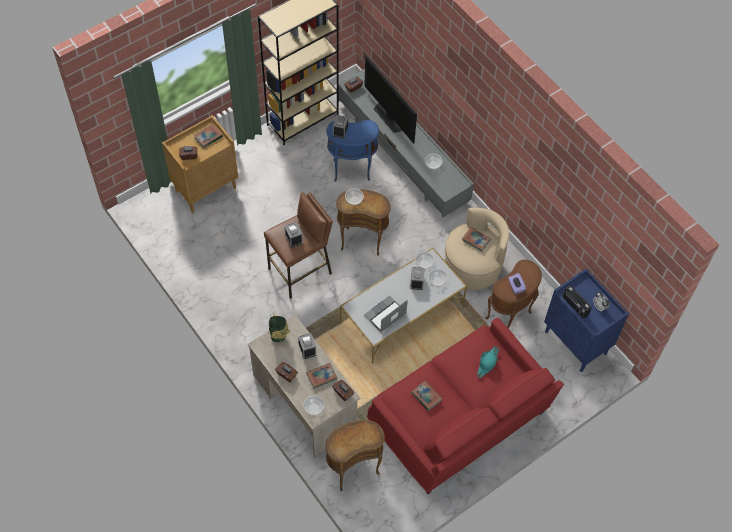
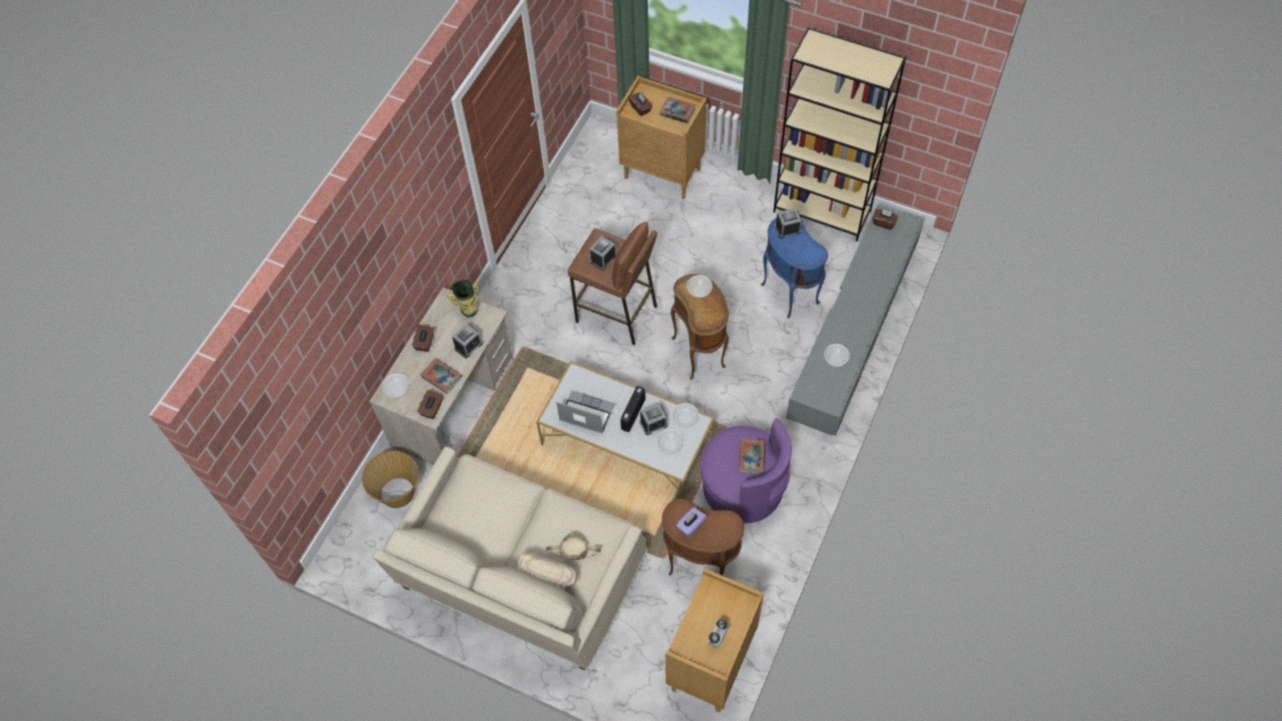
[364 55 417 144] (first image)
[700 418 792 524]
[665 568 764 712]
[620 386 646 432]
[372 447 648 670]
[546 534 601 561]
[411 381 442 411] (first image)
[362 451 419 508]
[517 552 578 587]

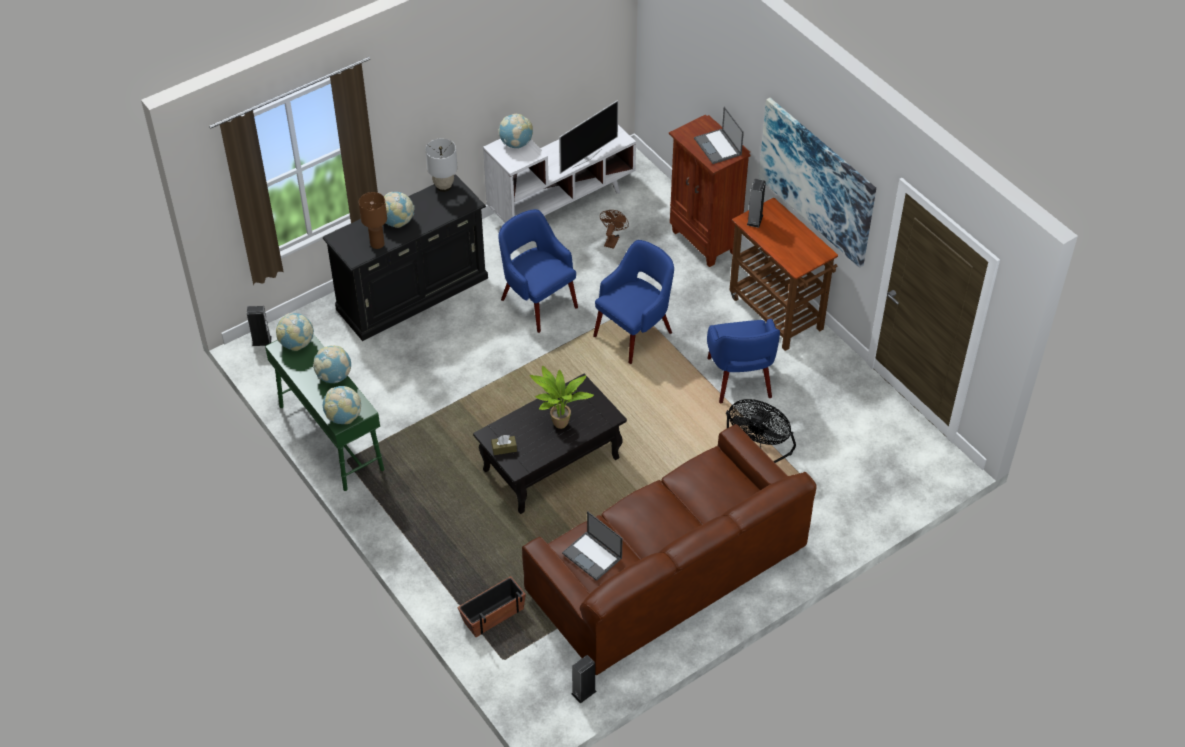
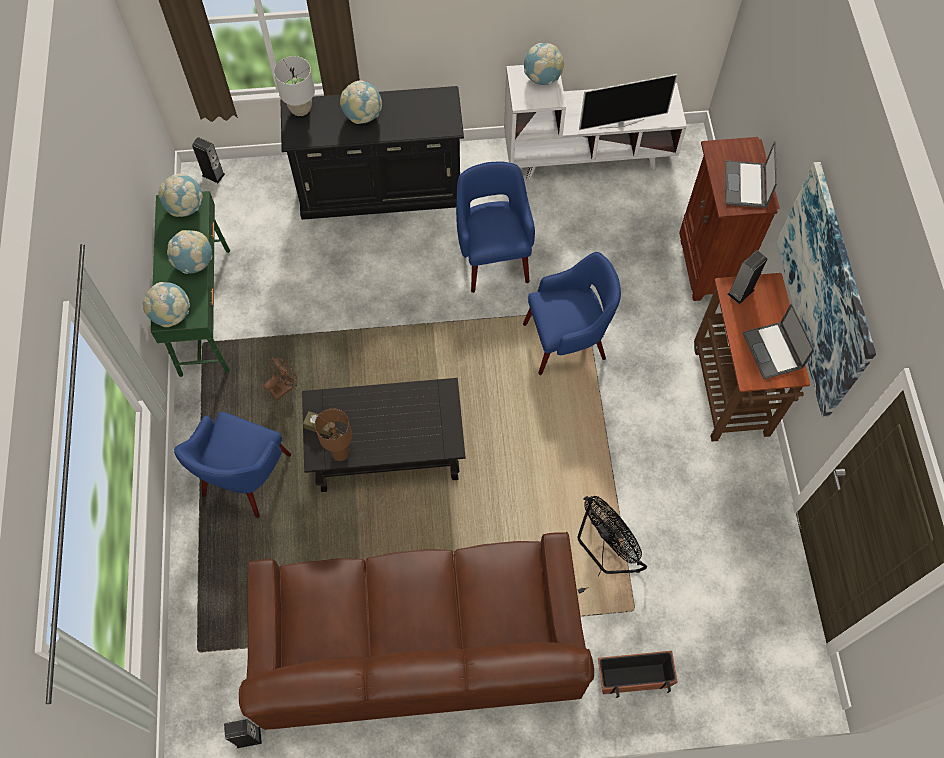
[274 56 315 118]
[315 408 352 461]
[264 358 297 400]
[174 412 291 518]
[530 365 594 429] (first image)
[743 303 815 379]
[598 651 678 698]

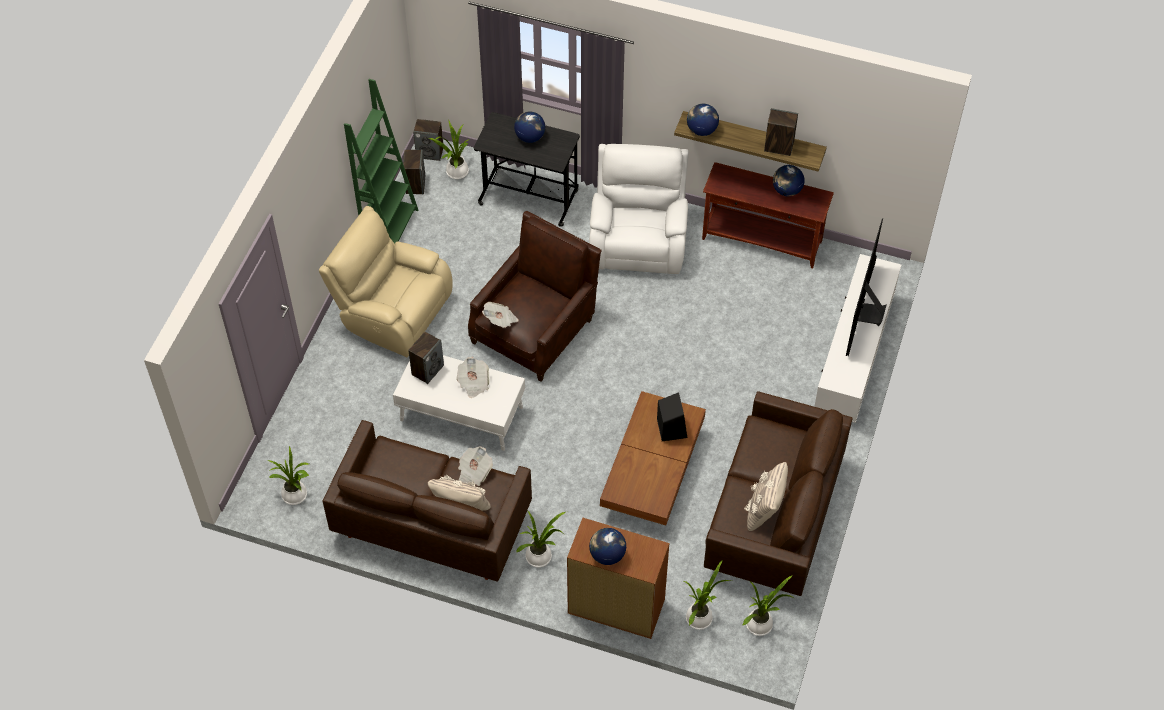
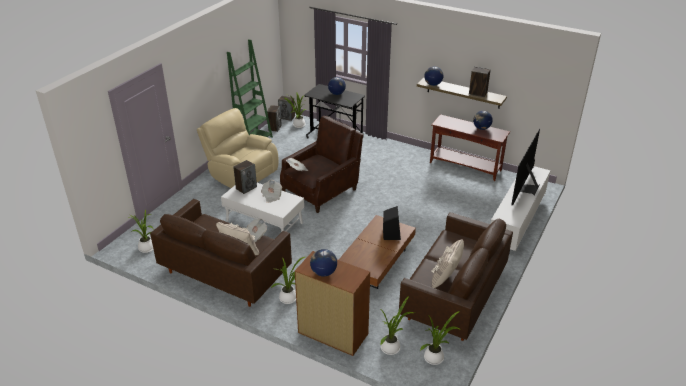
[589 144 689 274] (first image)

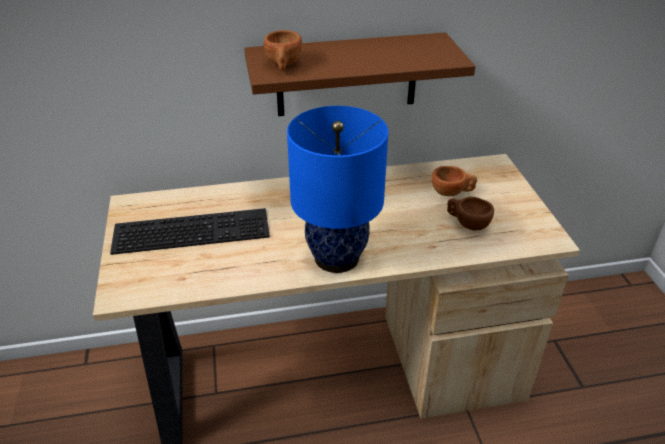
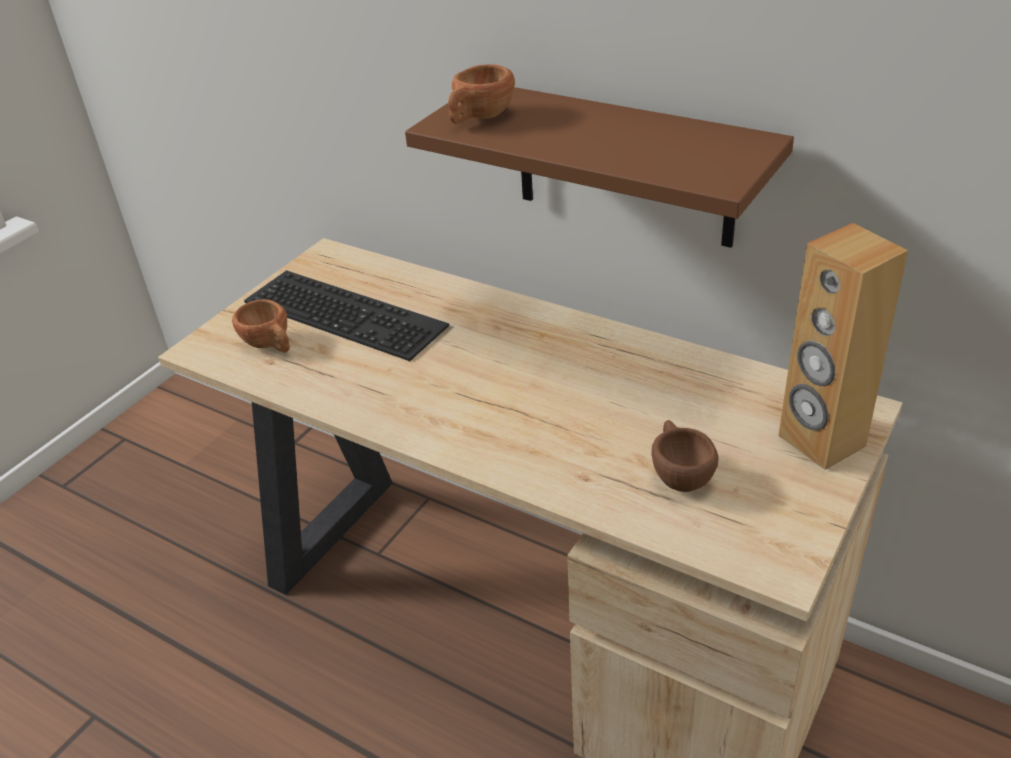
[287 106 388 273] (first image)
[232 299 290 353]
[778 223 908 470]

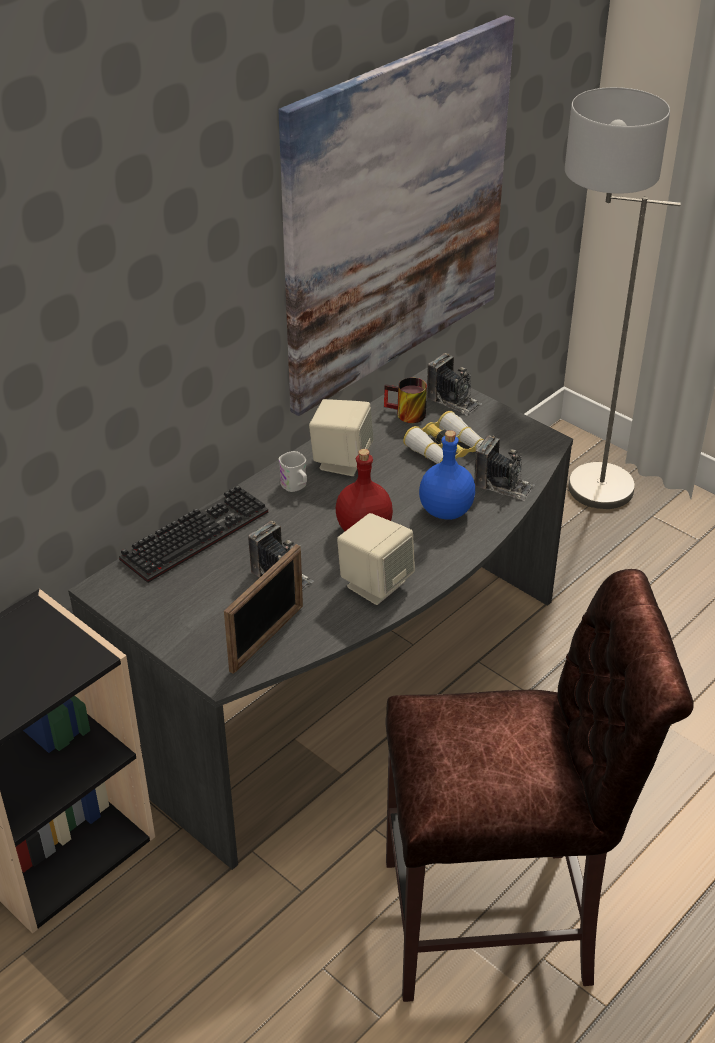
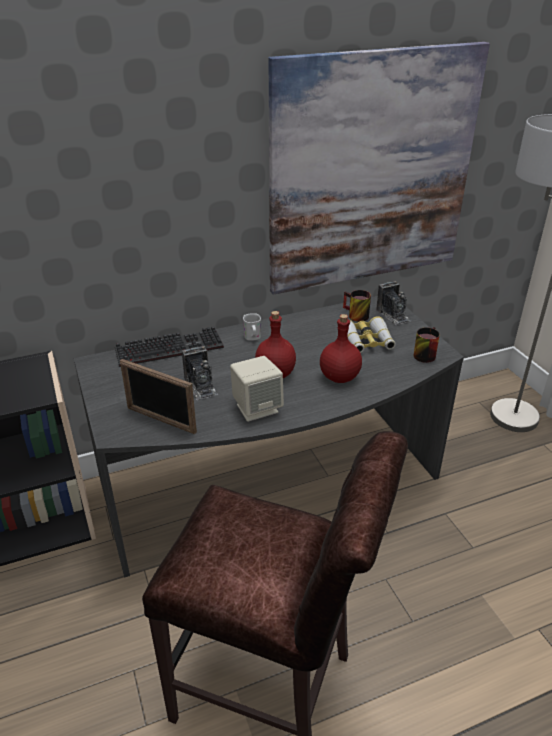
[309 399 374 476] (first image)
[320 314 362 383]
[474 435 535 501] (first image)
[120 359 197 434]
[414 327 440 363]

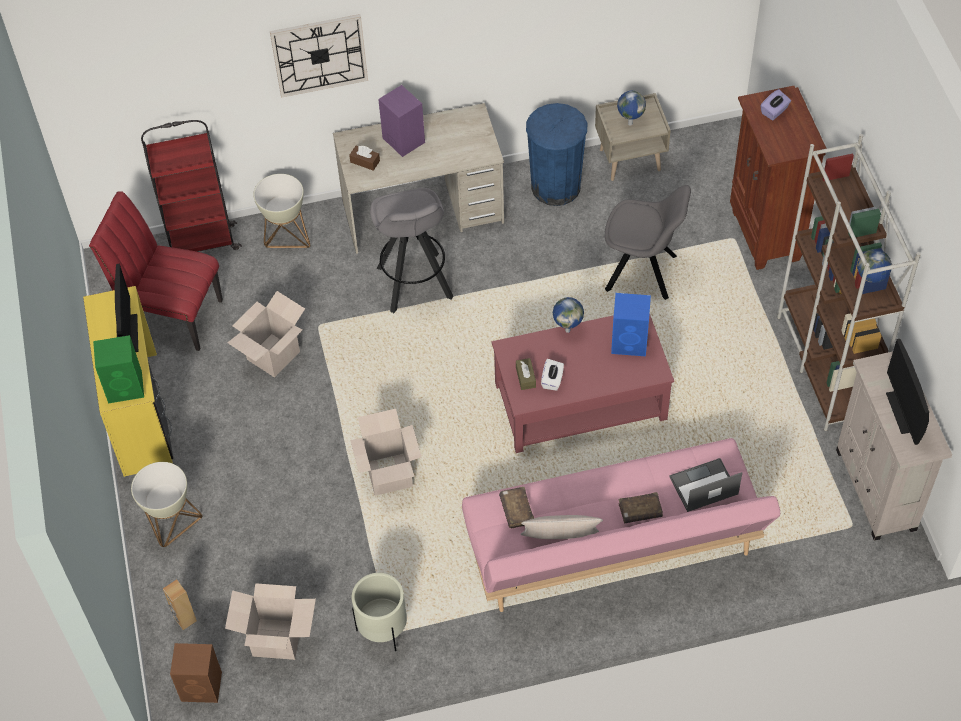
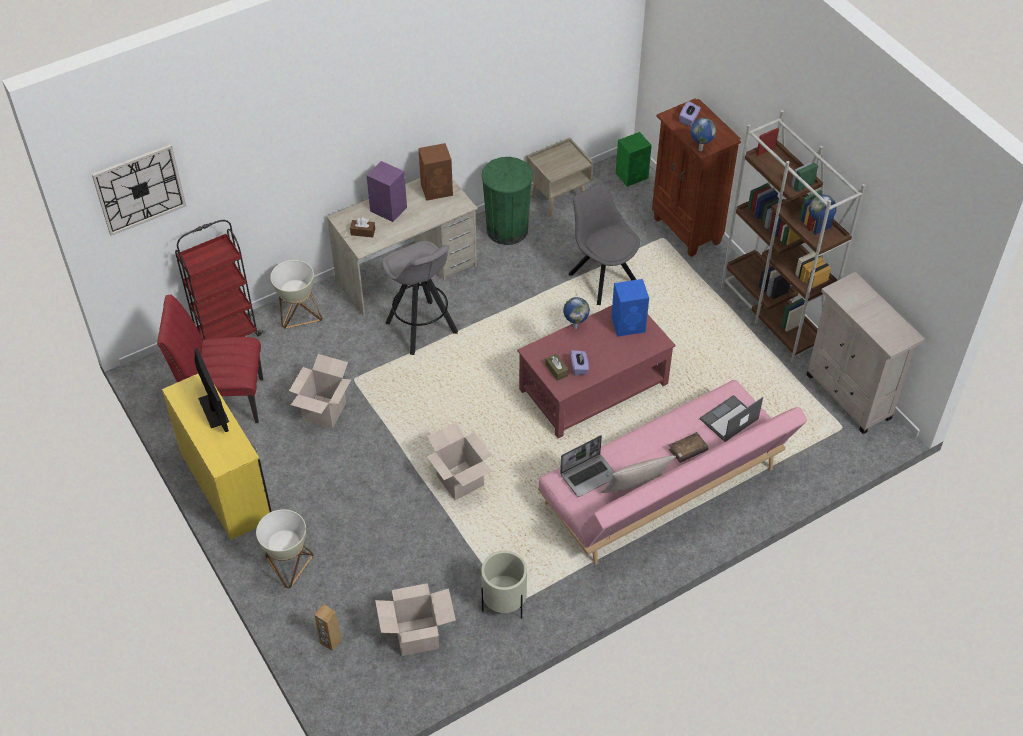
[92 144 186 236]
[690 118 716 151]
[481 157 533 245]
[569 183 640 305]
[616 132 652 187]
[886 339 929 445] (first image)
[570 350 589 375]
[560 435 615 497]
[418 143 453 201]

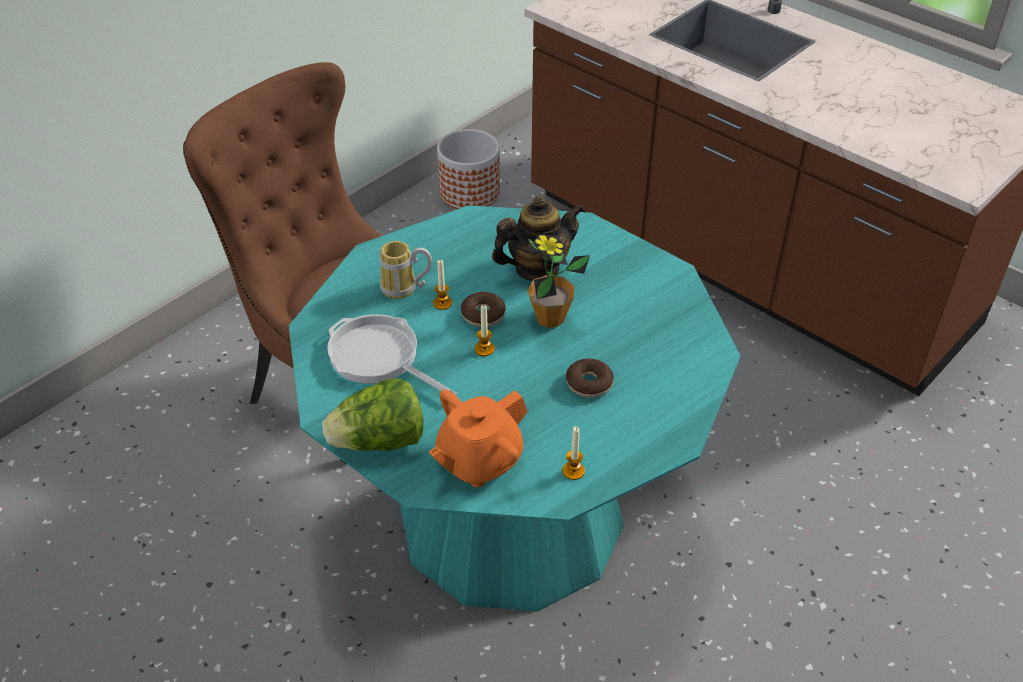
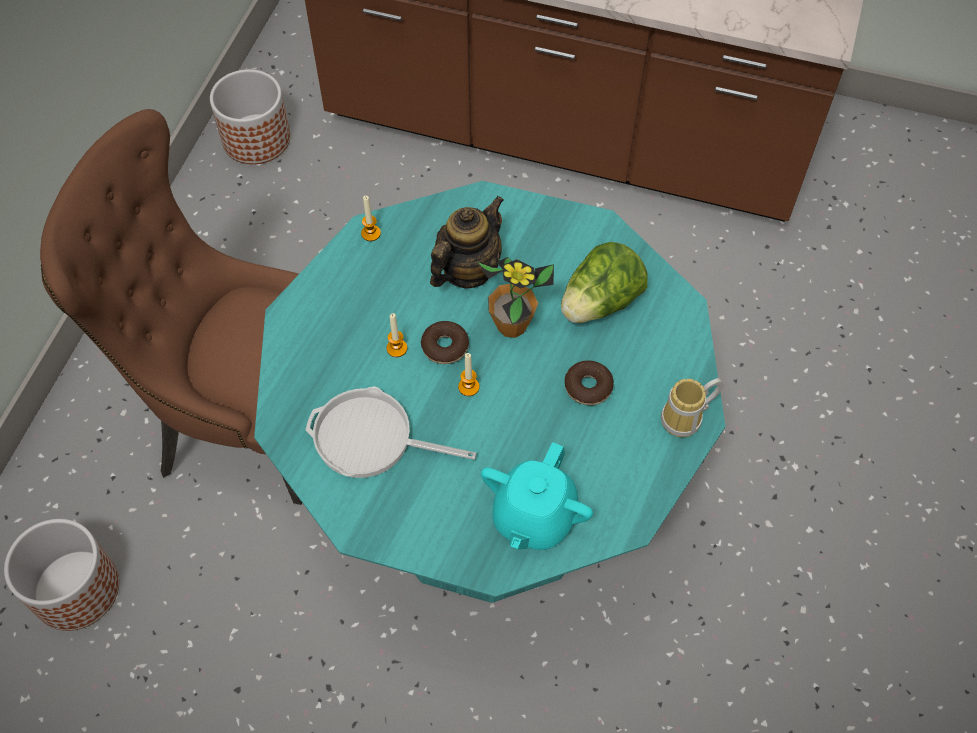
[661 378 724 437]
[561 242 648 323]
[481 442 593 550]
[361 195 381 241]
[4 519 119 631]

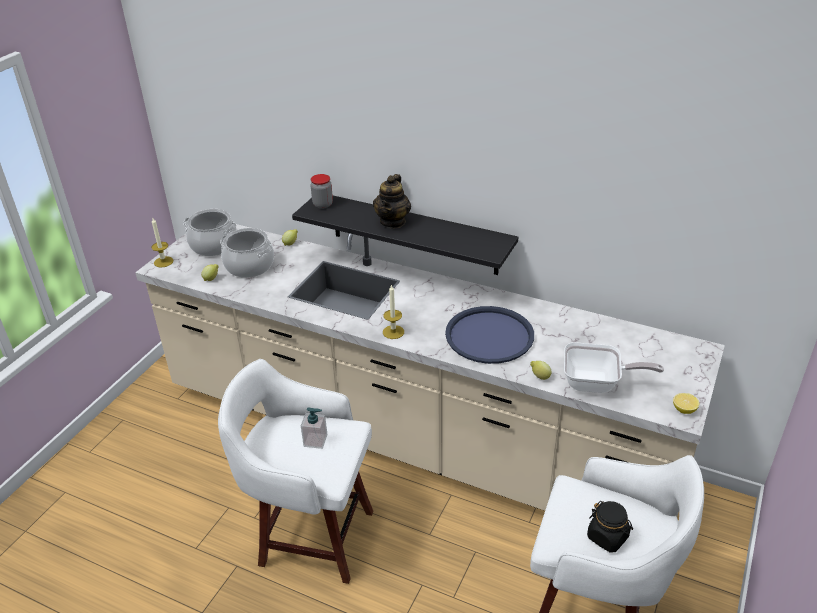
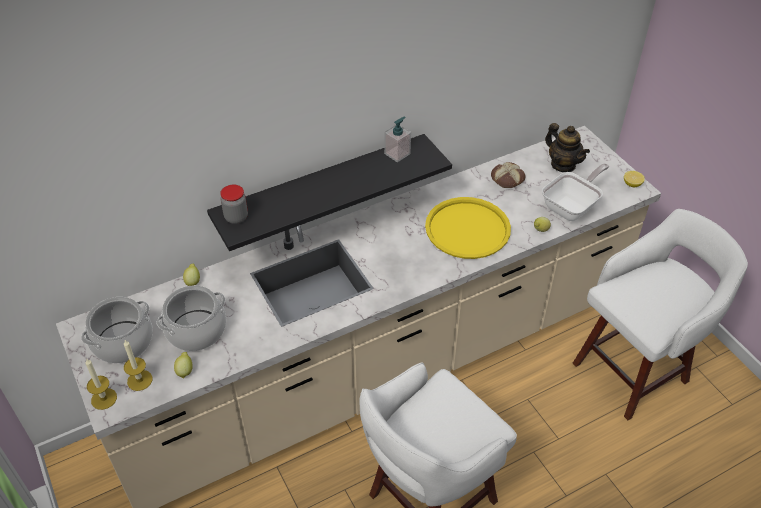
[545 123 590 172]
[124 340 152 391]
[425 197 511 259]
[384 116 411 162]
[587 501 633 553] (first image)
[491 162 526 188]

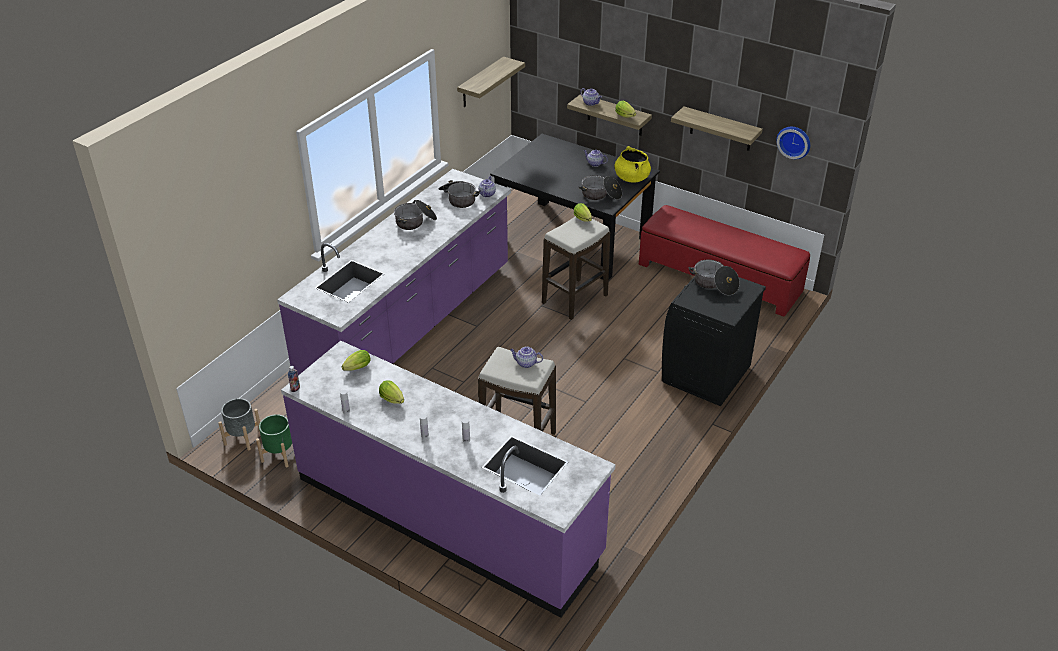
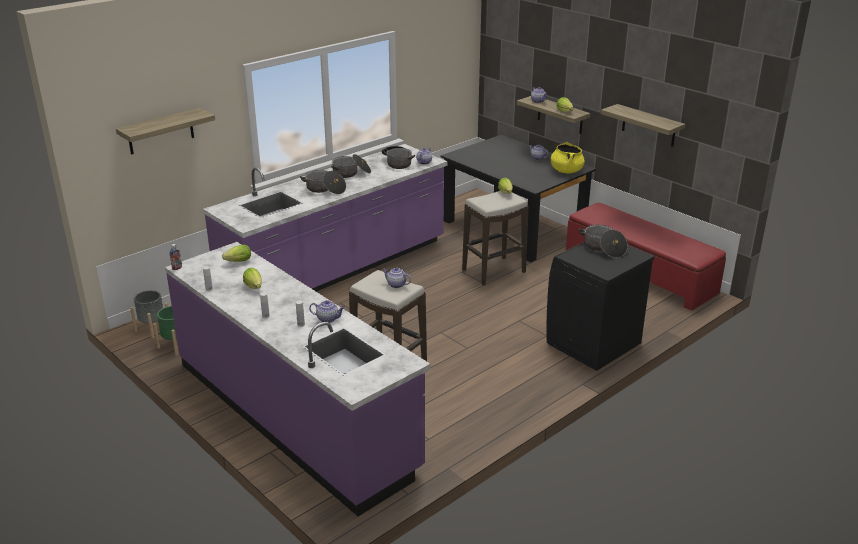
[116 108 215 155]
[776 127 810 159] (first image)
[300 170 346 194]
[309 300 345 323]

